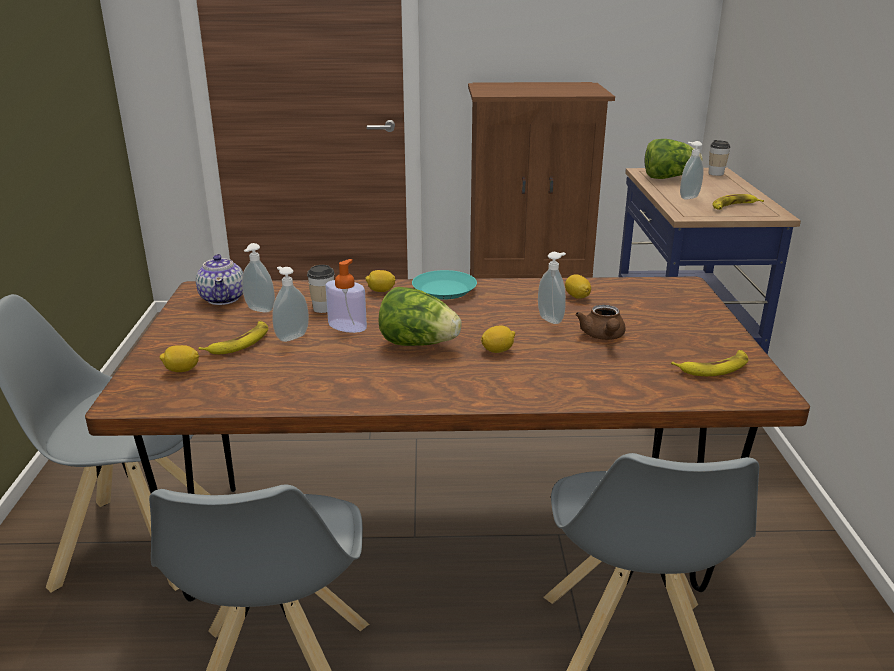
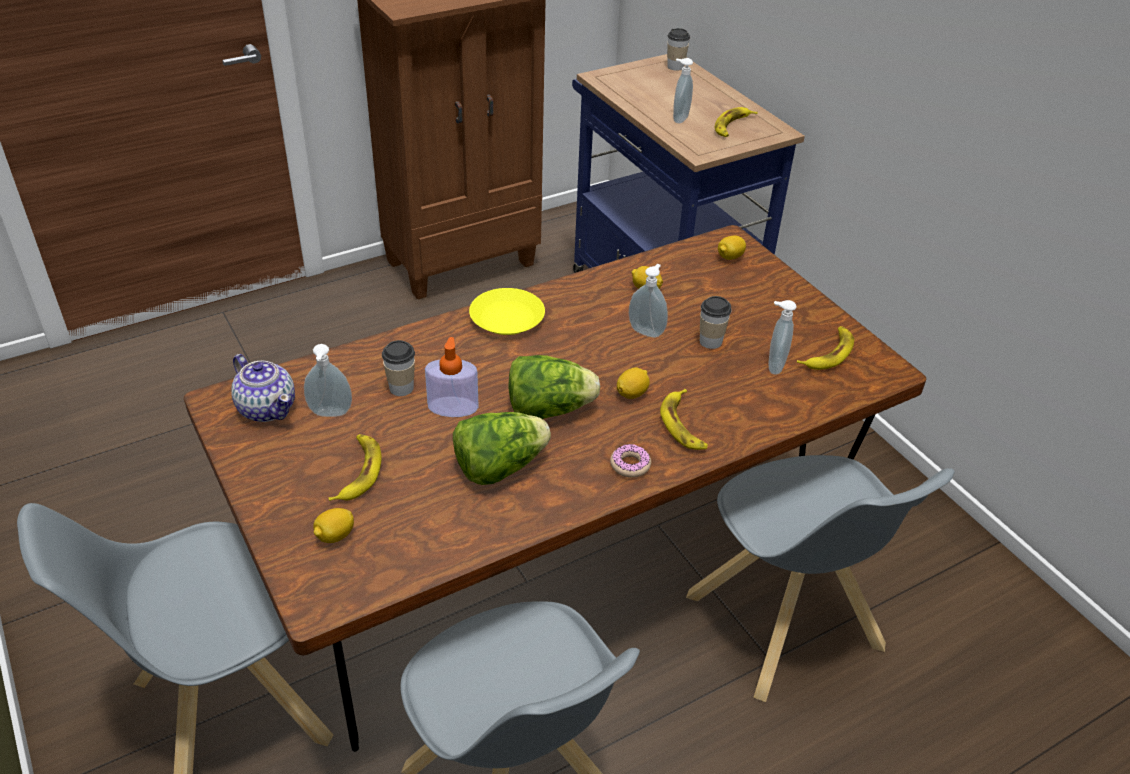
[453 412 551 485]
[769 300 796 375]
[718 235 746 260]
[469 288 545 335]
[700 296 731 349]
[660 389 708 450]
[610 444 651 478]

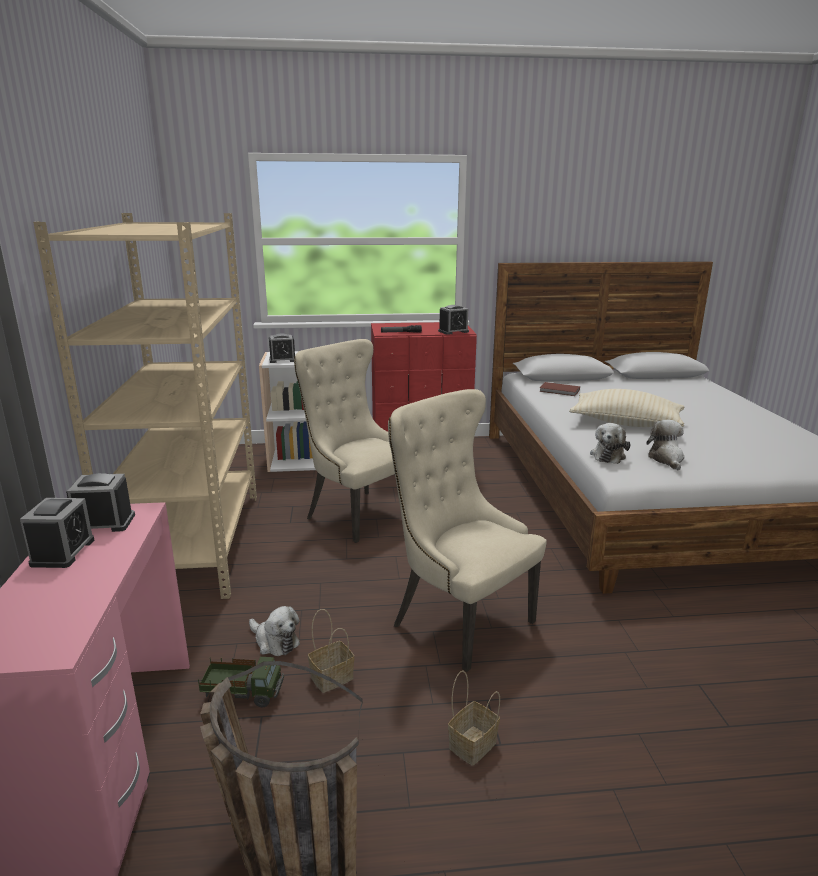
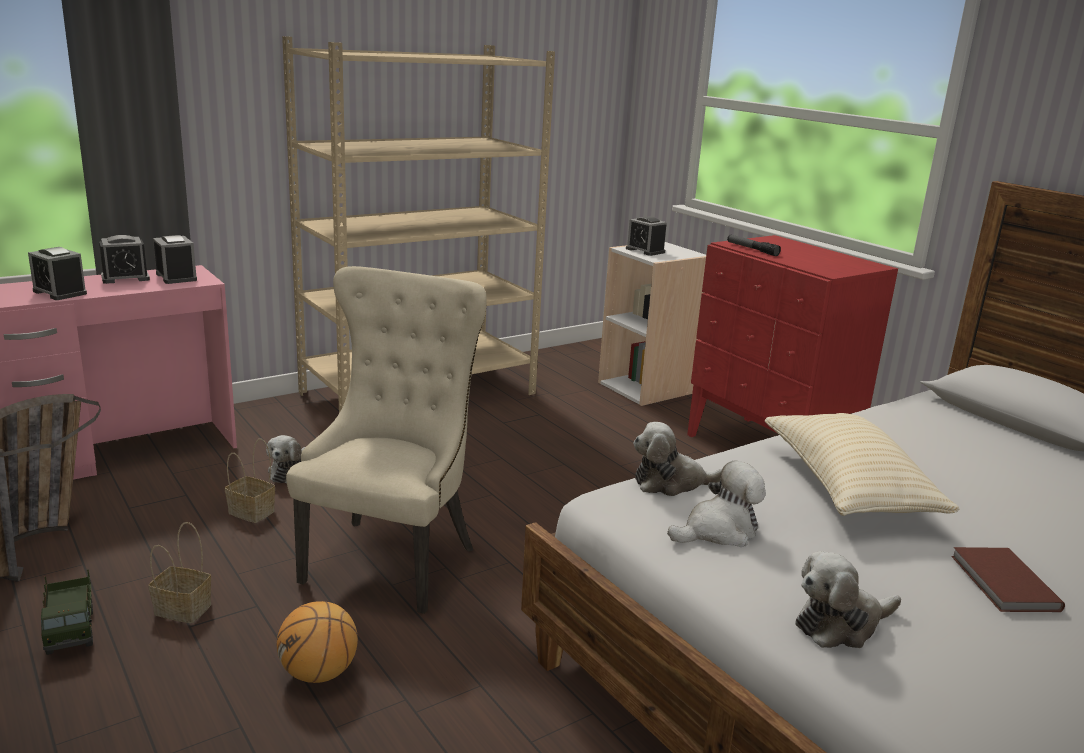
[28 247 87 300]
[294 339 395 543] (first image)
[951 547 1065 612]
[41 569 93 655]
[795 551 901 648]
[277 601 358 683]

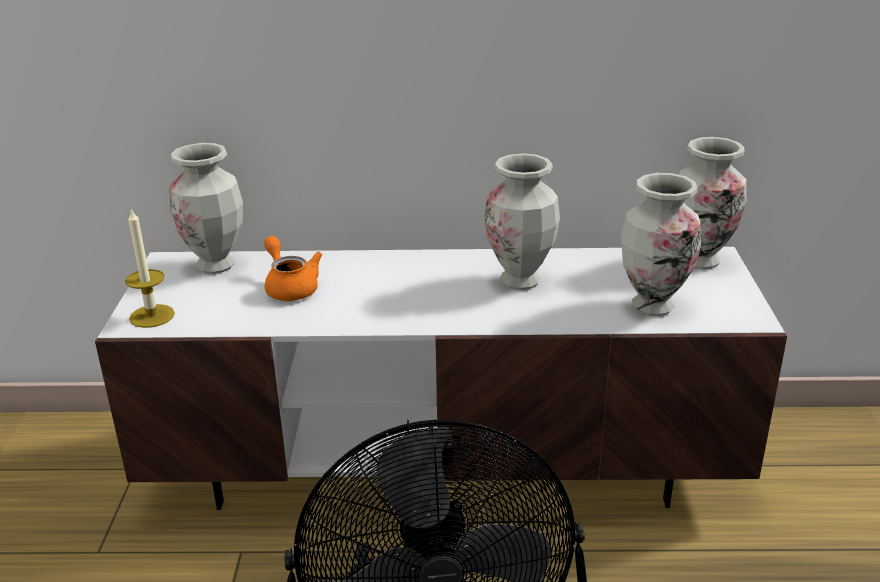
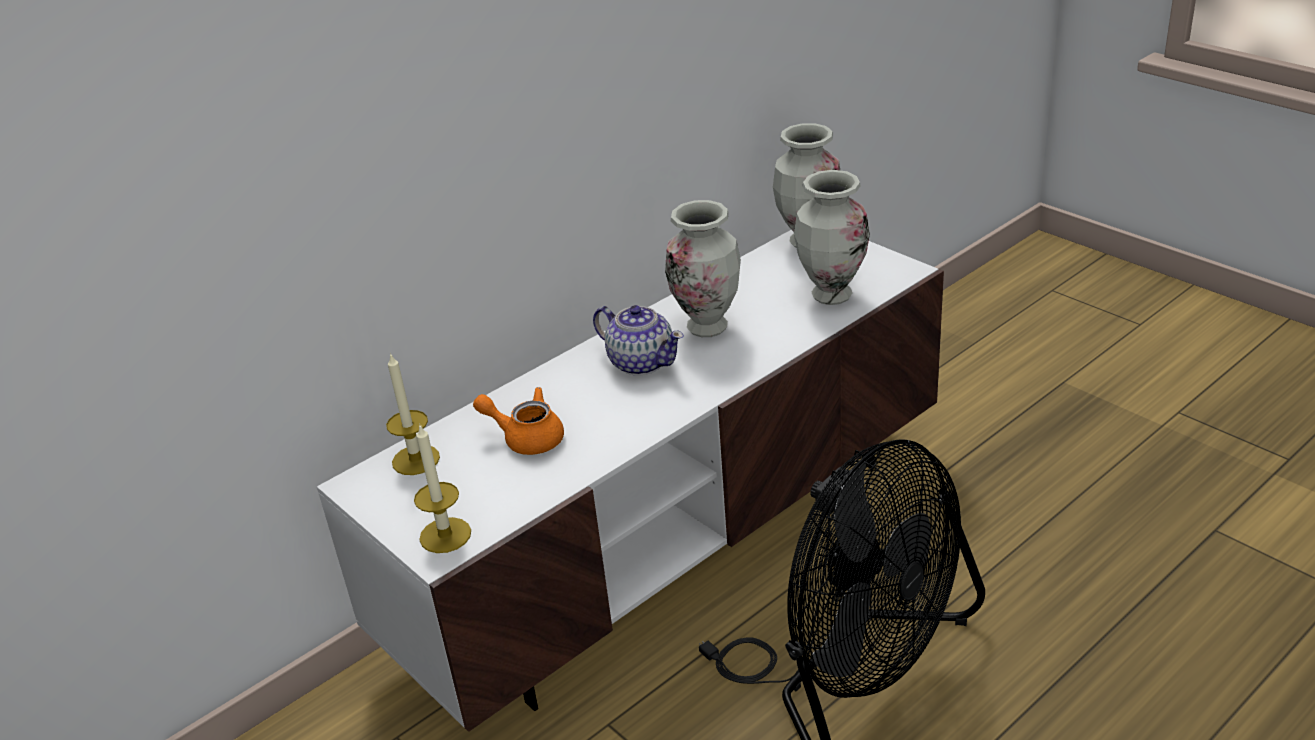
[386 352 440 475]
[593 305 684 376]

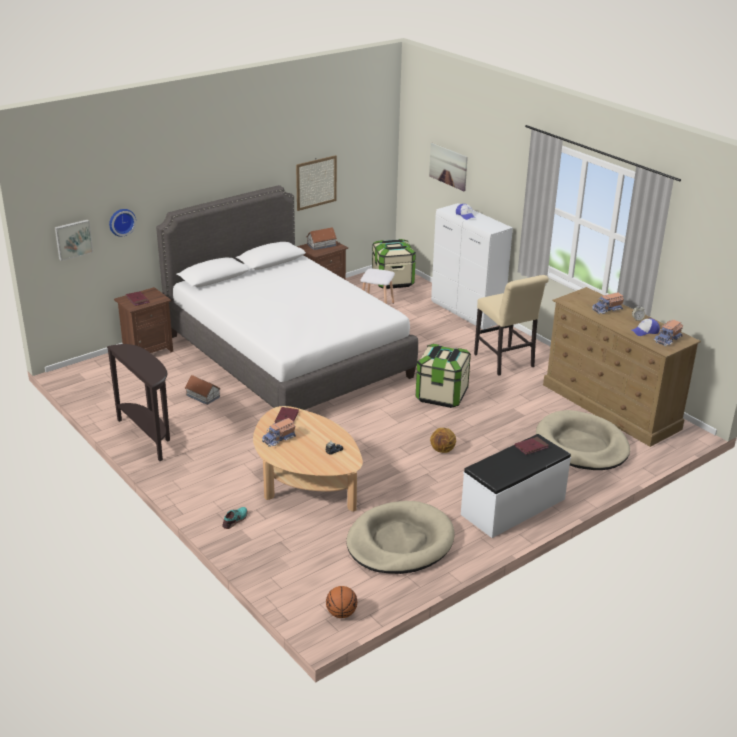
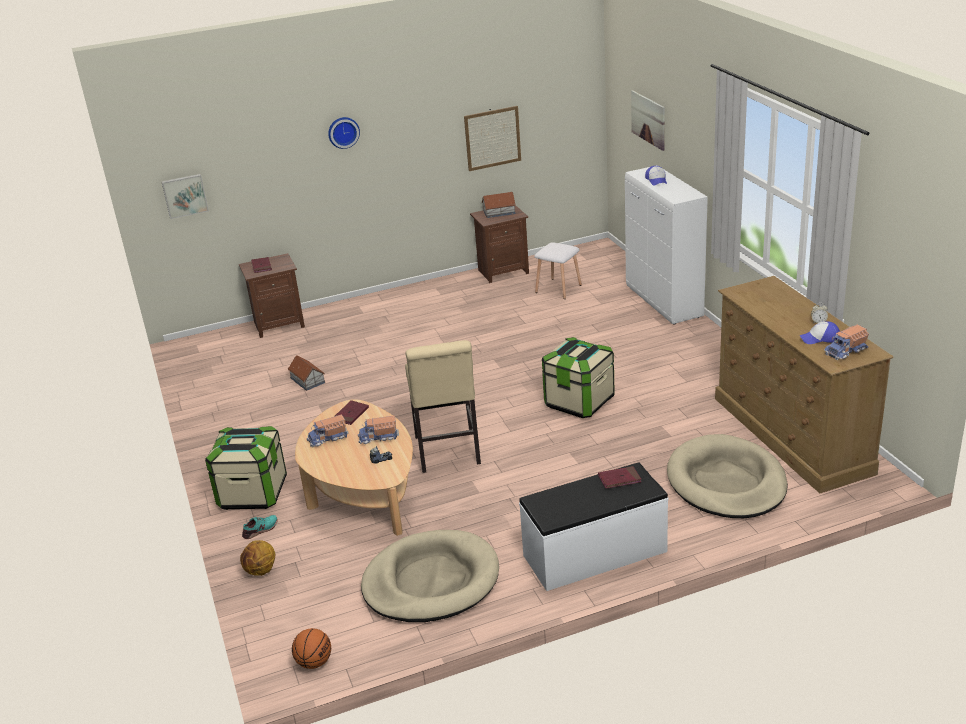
[156 185 418 410] (first image)
[328 117 360 149]
[205 426 287 510]
[405 340 481 473]
[358 415 399 444]
[107 344 170 461] (first image)
[240 540 275 576]

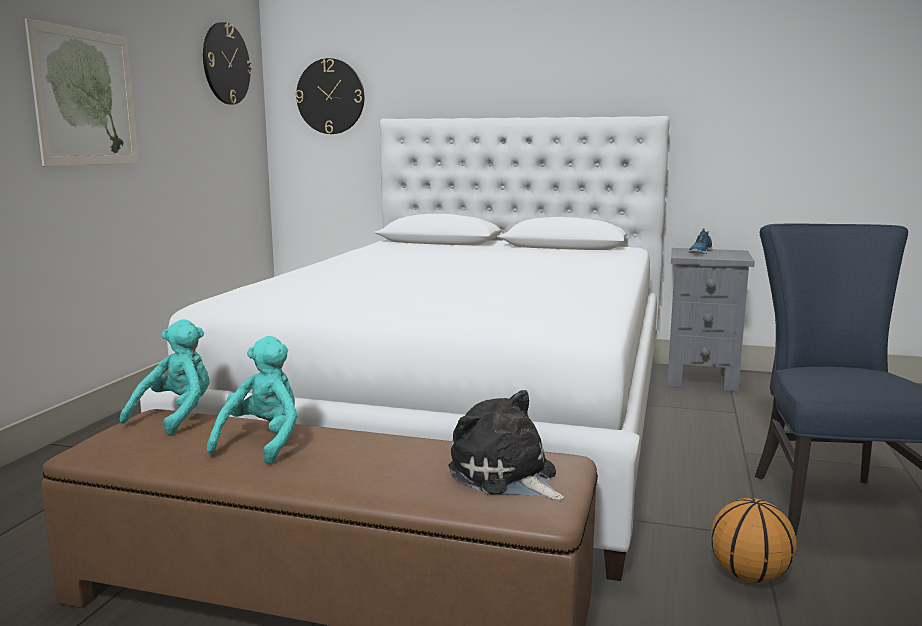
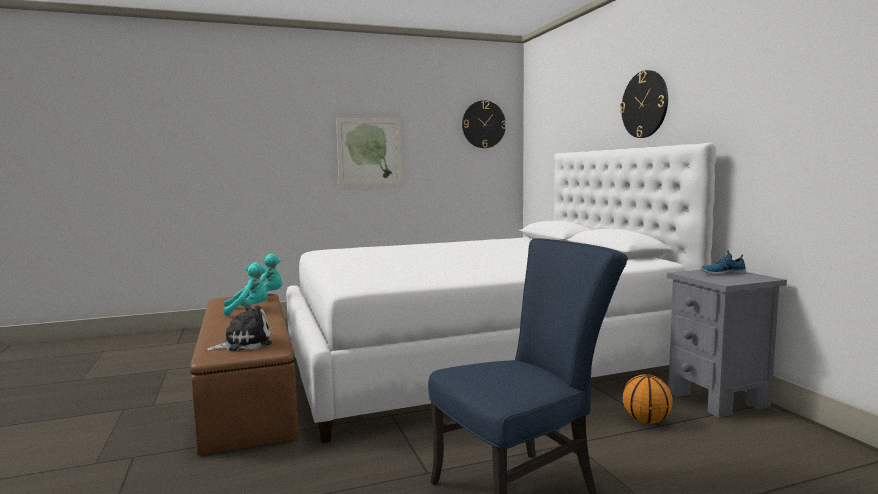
[620 70 668 138]
[206 304 272 351]
[622 374 673 424]

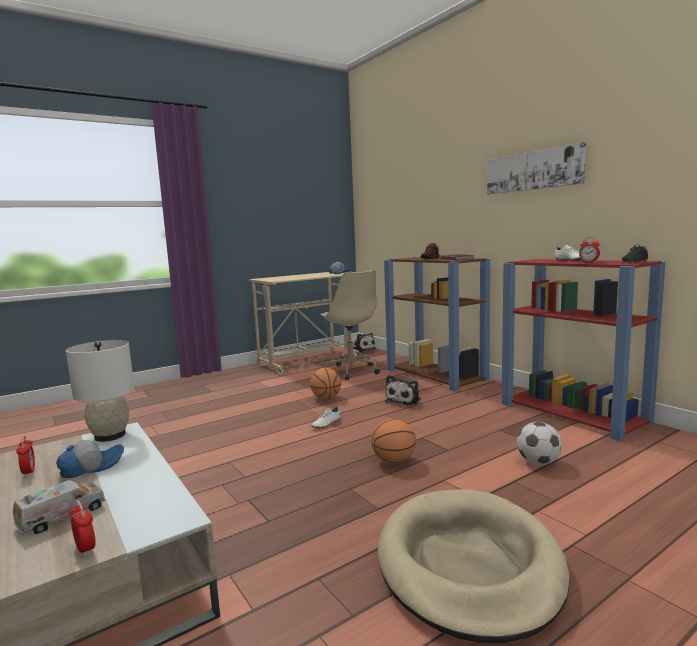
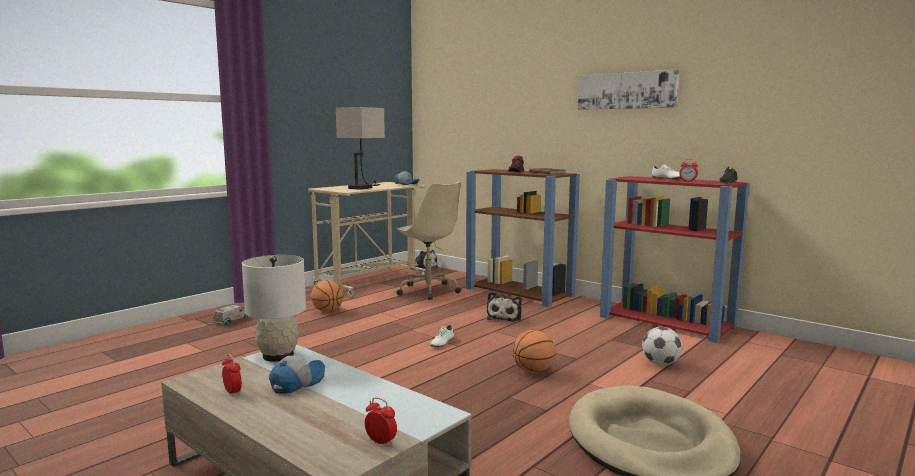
[311 280 344 312]
[213 305 248 325]
[336 107 385 190]

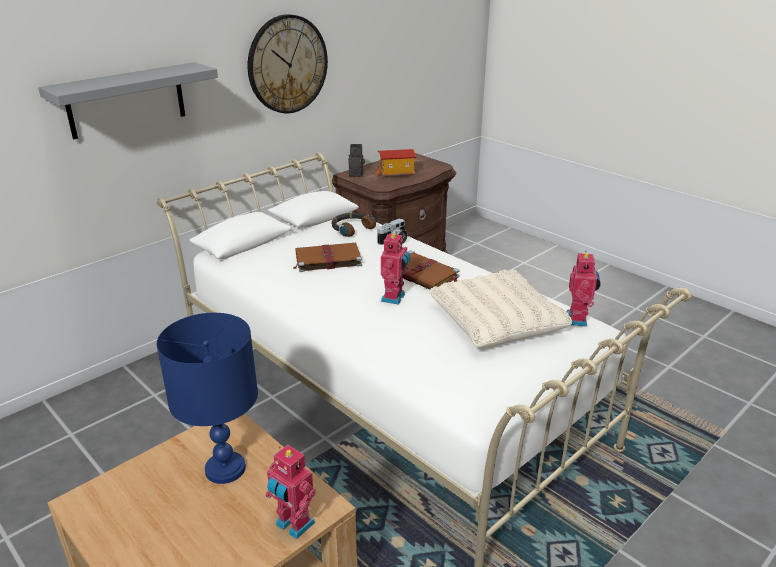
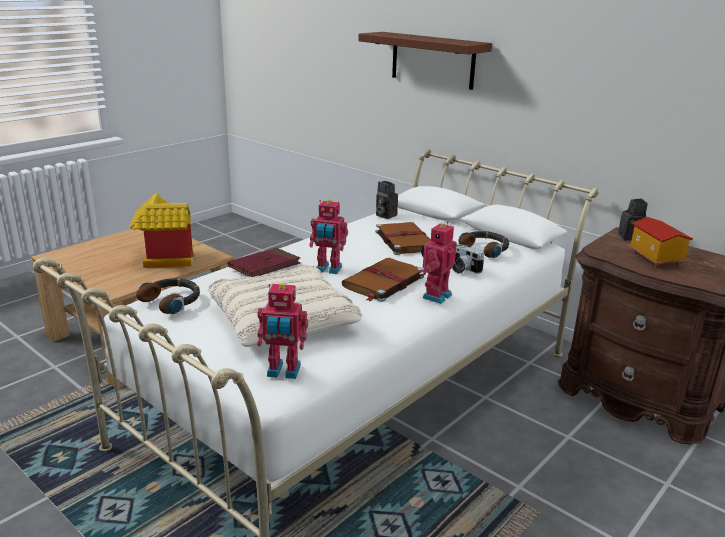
[248 14 328 113] (first image)
[359 32 492 90]
[129 193 194 268]
[420 222 457 304]
[376 181 398 219]
[228 248 301 277]
[136 278 200 314]

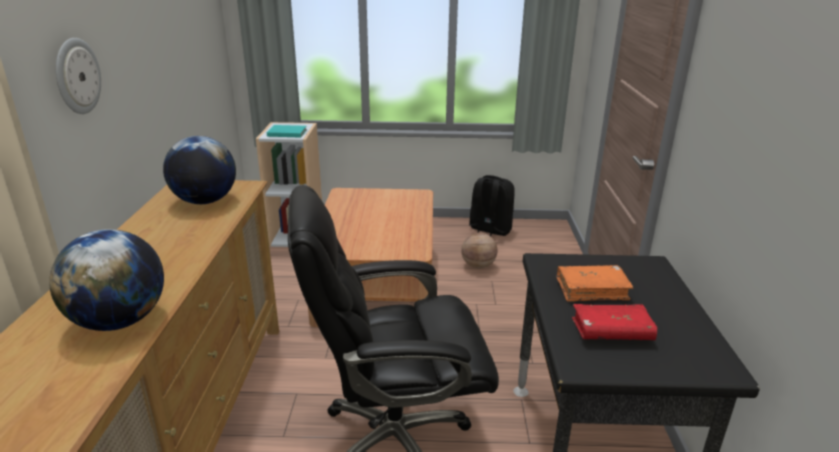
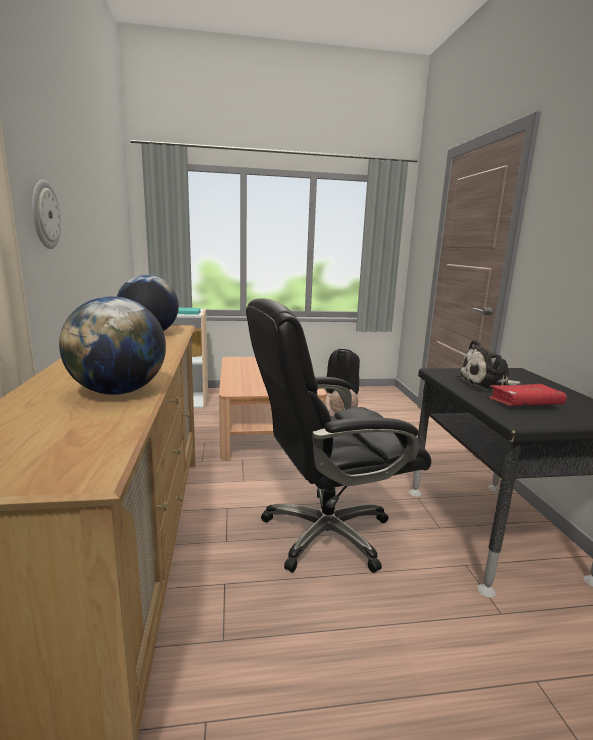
[457 340 521 391]

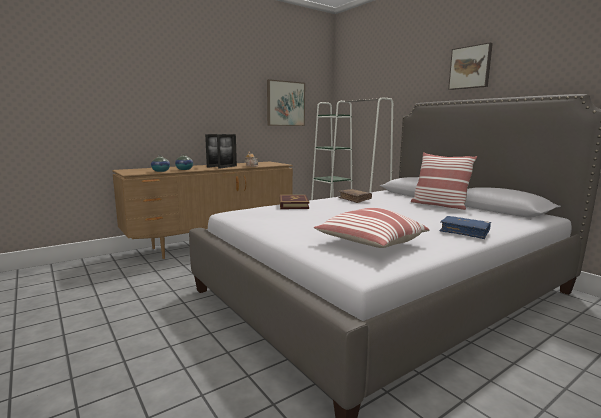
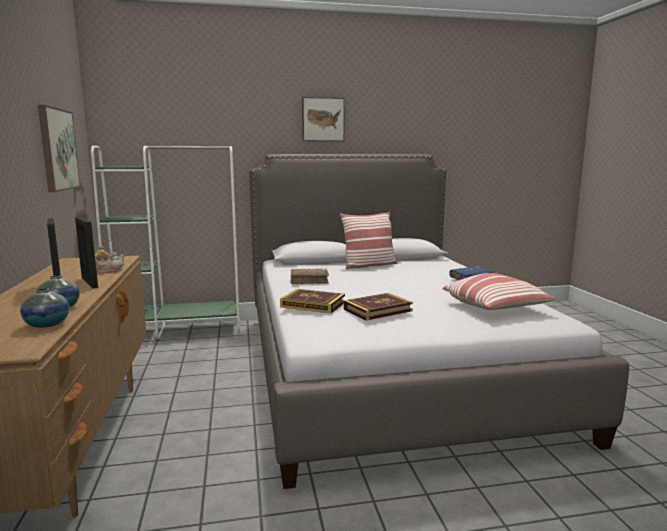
[344 293 413 321]

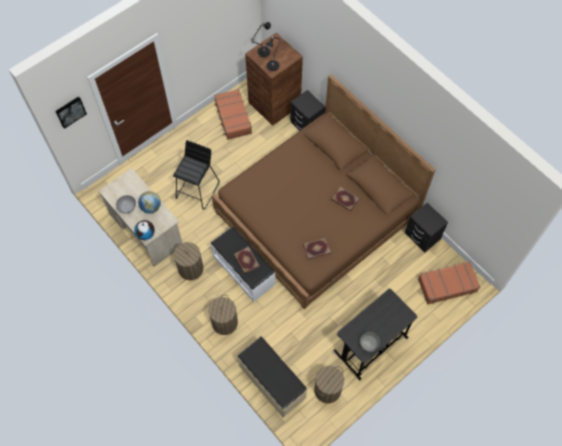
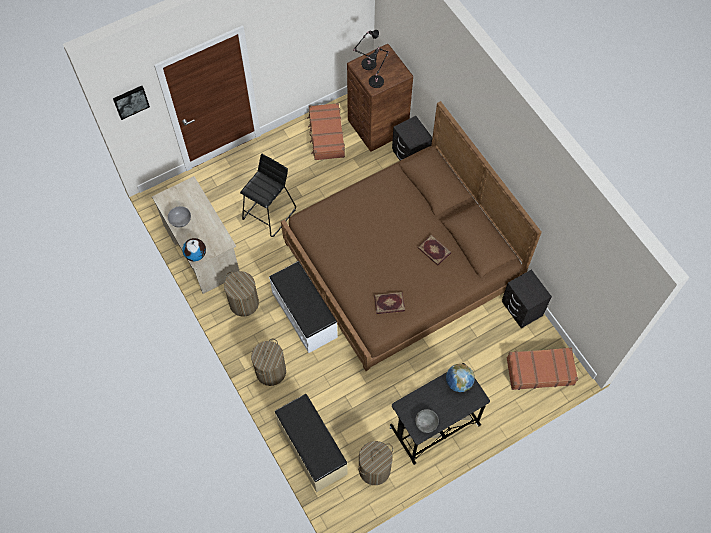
[446 364 475 392]
[234 246 260 274] (first image)

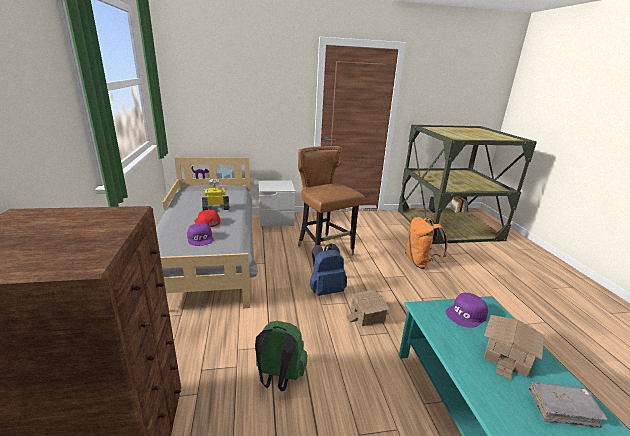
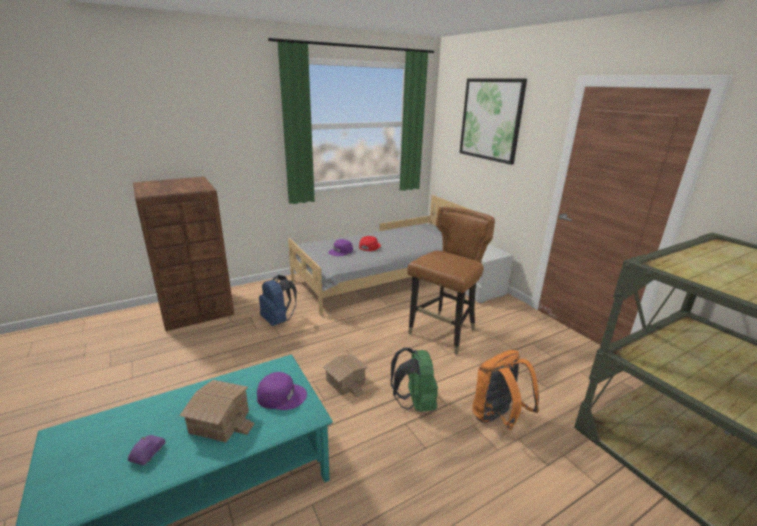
[202 179 230 211] (first image)
[259 275 296 326]
[257 372 307 410]
[391 347 438 412]
[128 435 166 466]
[459 78 527 165]

